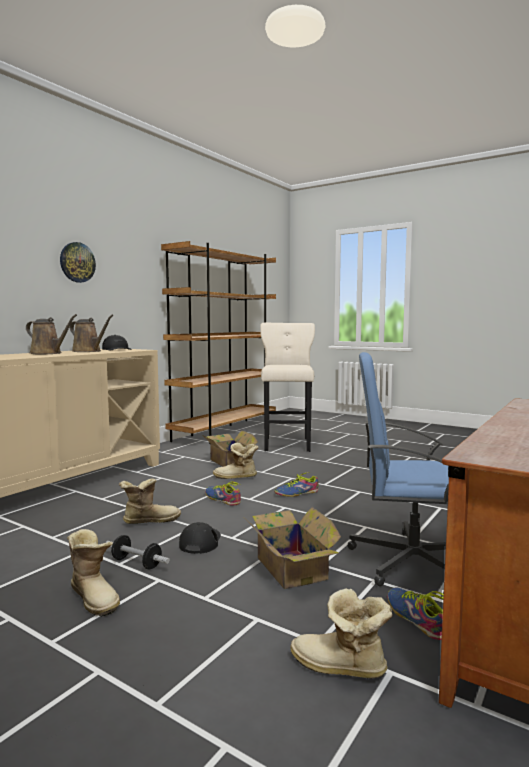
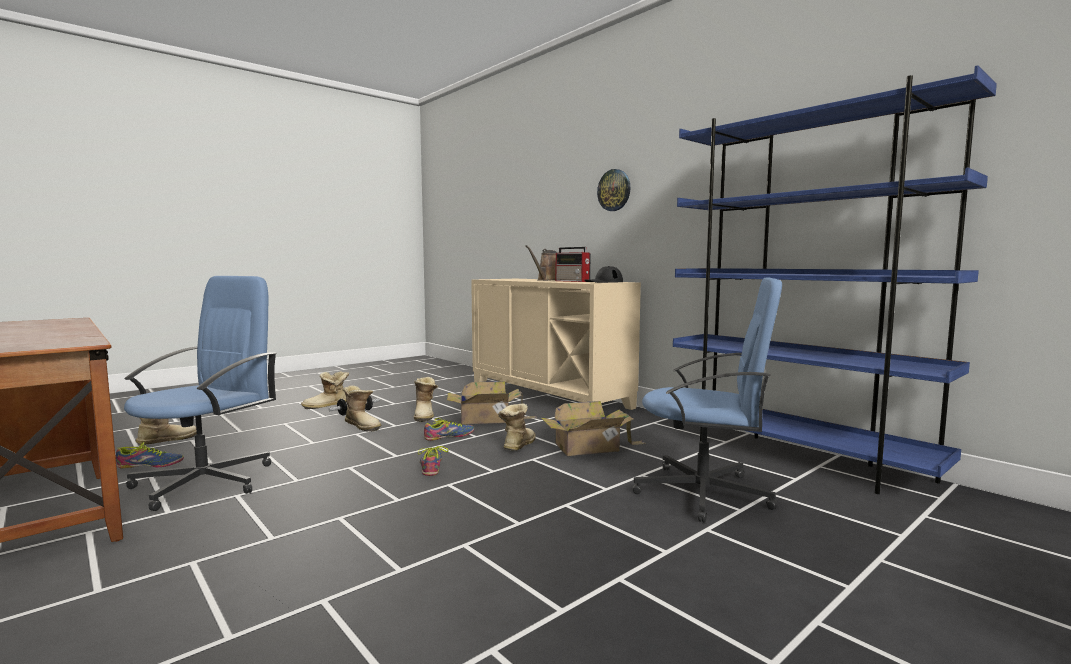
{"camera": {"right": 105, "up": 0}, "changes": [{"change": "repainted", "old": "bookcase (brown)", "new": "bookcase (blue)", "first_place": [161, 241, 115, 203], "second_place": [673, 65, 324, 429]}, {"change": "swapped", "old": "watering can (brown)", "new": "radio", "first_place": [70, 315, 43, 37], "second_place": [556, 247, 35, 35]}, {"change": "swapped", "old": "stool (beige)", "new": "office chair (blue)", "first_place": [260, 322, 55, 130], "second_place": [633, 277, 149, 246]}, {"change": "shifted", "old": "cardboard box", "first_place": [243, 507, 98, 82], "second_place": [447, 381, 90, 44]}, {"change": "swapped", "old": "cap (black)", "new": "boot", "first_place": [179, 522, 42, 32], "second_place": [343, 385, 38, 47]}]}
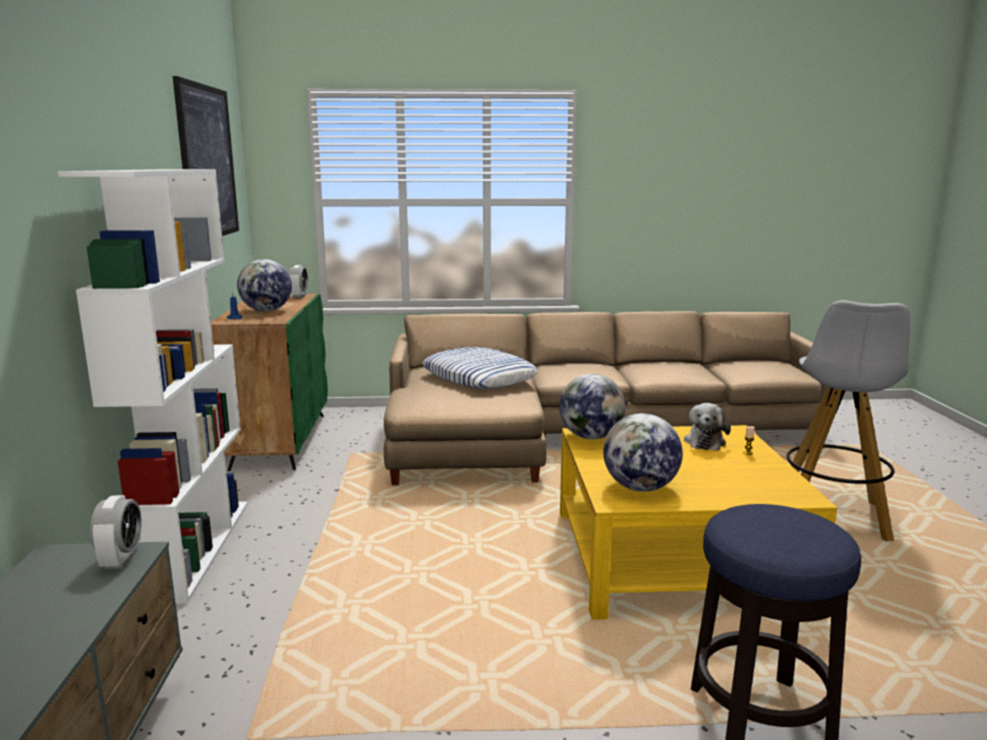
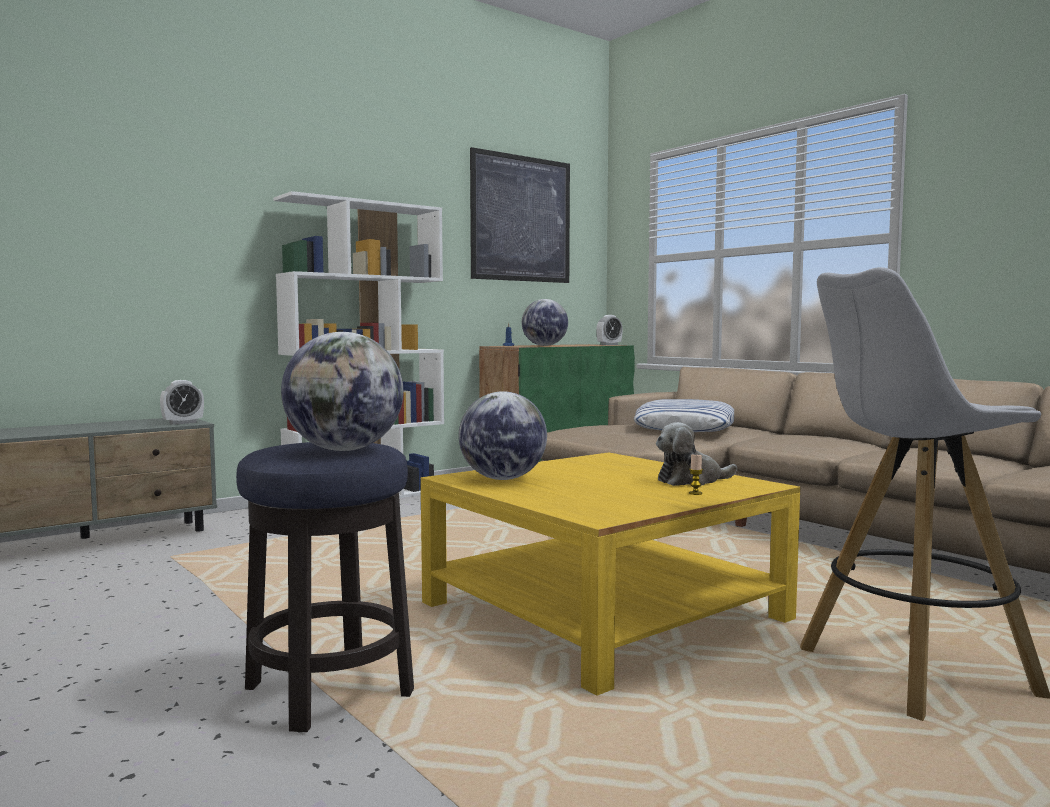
{"camera": {"right": 55, "up": -10}, "changes": [{"change": "shifted", "old": "globe", "first_place": [559, 374, 66, 65], "second_place": [281, 332, 123, 119]}]}
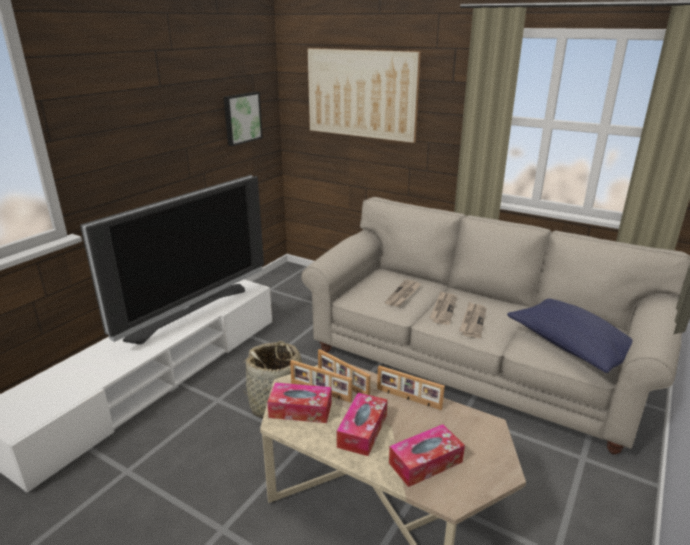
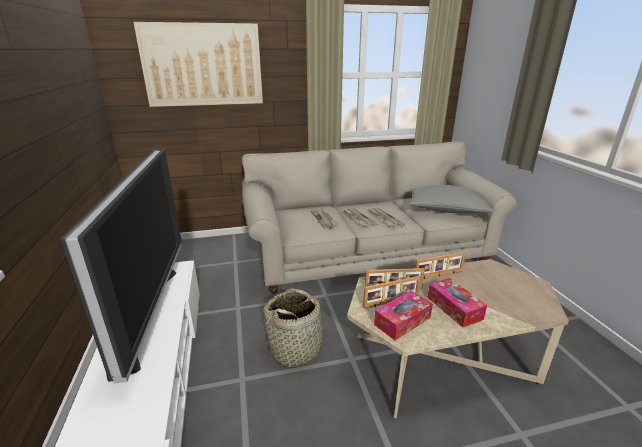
{"camera": {"right": -45, "up": 0}, "changes": [{"change": "gone", "old": "picture", "first_place": [224, 92, 39, 54]}, {"change": "repainted", "old": "pillow (blue)", "new": "pillow (grey)", "first_place": [507, 299, 126, 74], "second_place": [409, 185, 85, 28]}, {"change": "gone", "old": "tissue box", "first_place": [389, 424, 76, 63]}]}
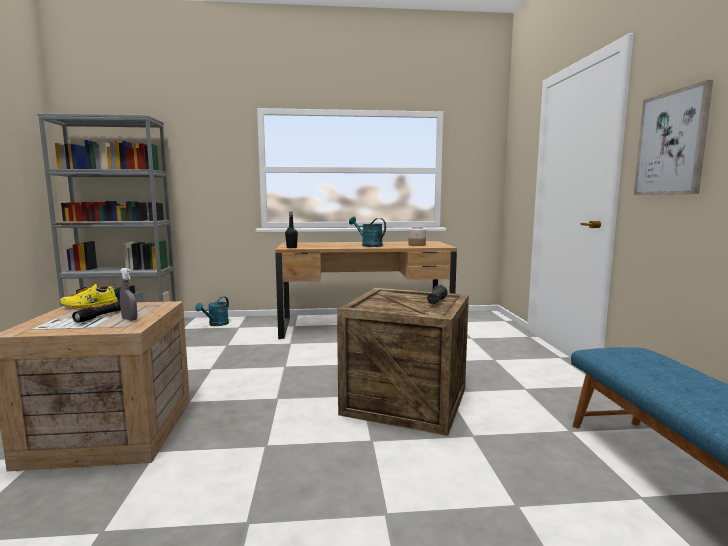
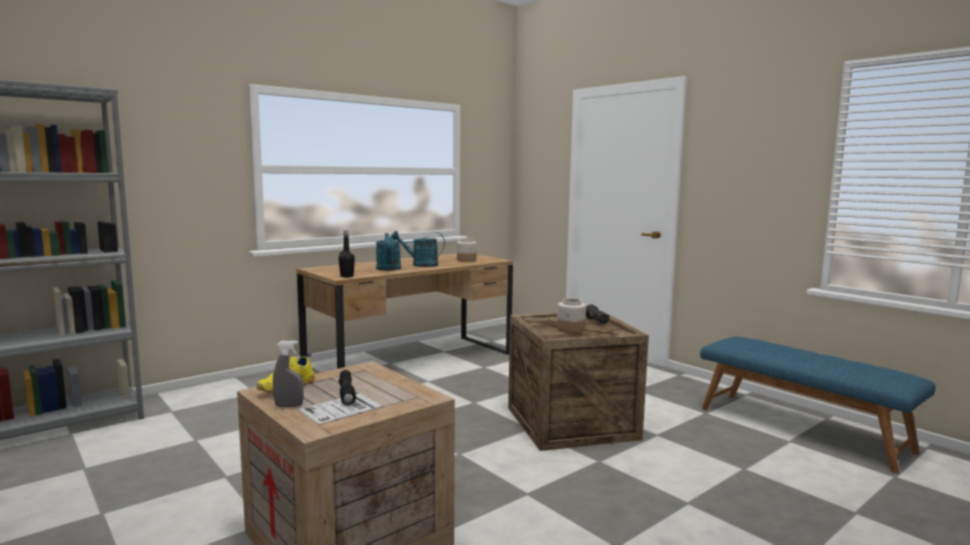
{"camera": {"right": -35, "up": 0}, "changes": [{"change": "gone", "old": "picture", "first_place": [634, 80, 79, 115]}, {"change": "shifted", "old": "spray bottle (grey)", "first_place": [120, 268, 17, 53], "second_place": [273, 341, 31, 66]}, {"change": "shifted", "old": "watering can (turquoise)", "first_place": [195, 297, 34, 29], "second_place": [376, 233, 25, 38]}, {"change": "new", "new": "jar", "second_place": [557, 298, 29, 35]}]}
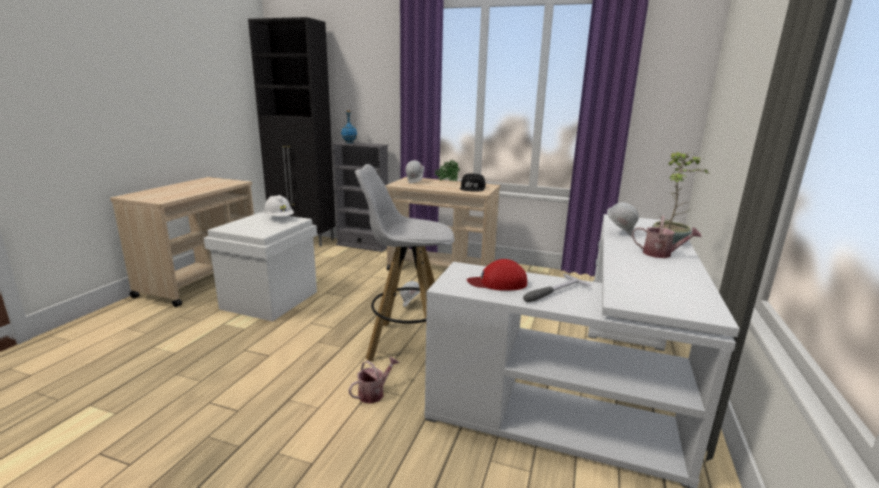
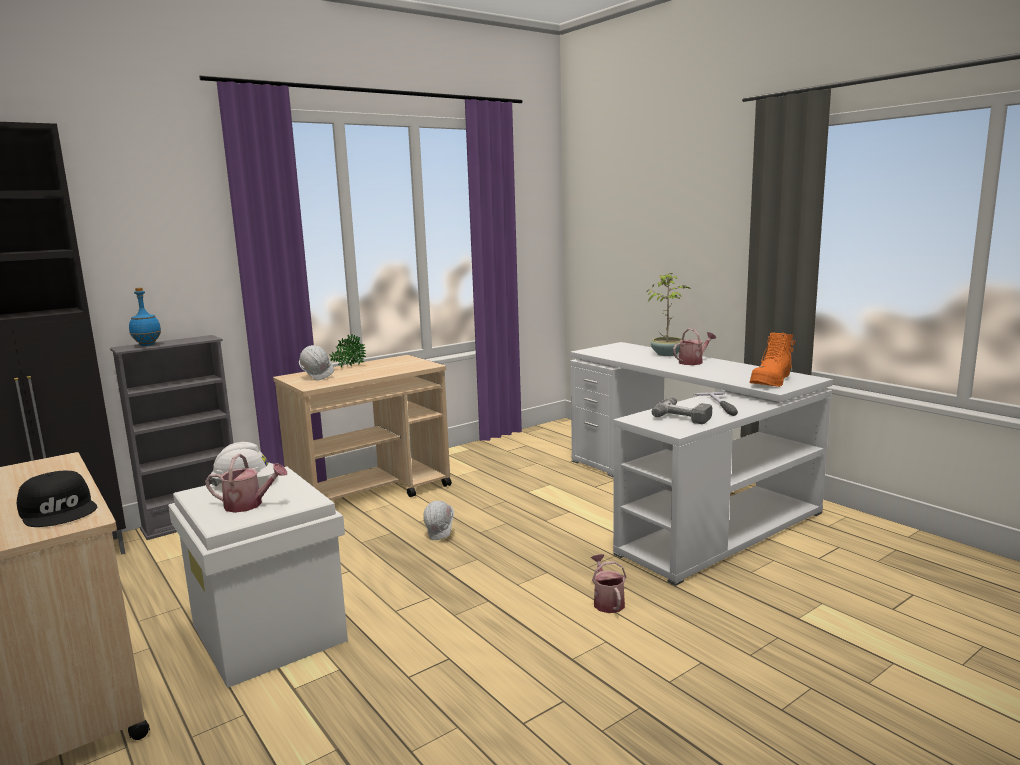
{"camera": {"right": -55, "up": -5}, "changes": [{"change": "gone", "old": "stool (white)", "first_place": [355, 164, 100, 197]}, {"change": "shifted", "old": "cap (black)", "first_place": [460, 173, 25, 18], "second_place": [17, 471, 80, 56]}, {"change": "gone", "old": "hard hat (white)", "first_place": [607, 202, 32, 34]}, {"change": "swapped", "old": "cap (red)", "new": "power drill", "first_place": [467, 259, 60, 32], "second_place": [652, 398, 60, 26]}, {"change": "new", "new": "boot (orange)", "second_place": [749, 333, 46, 54]}, {"change": "new", "new": "watering can", "second_place": [205, 453, 82, 60]}]}
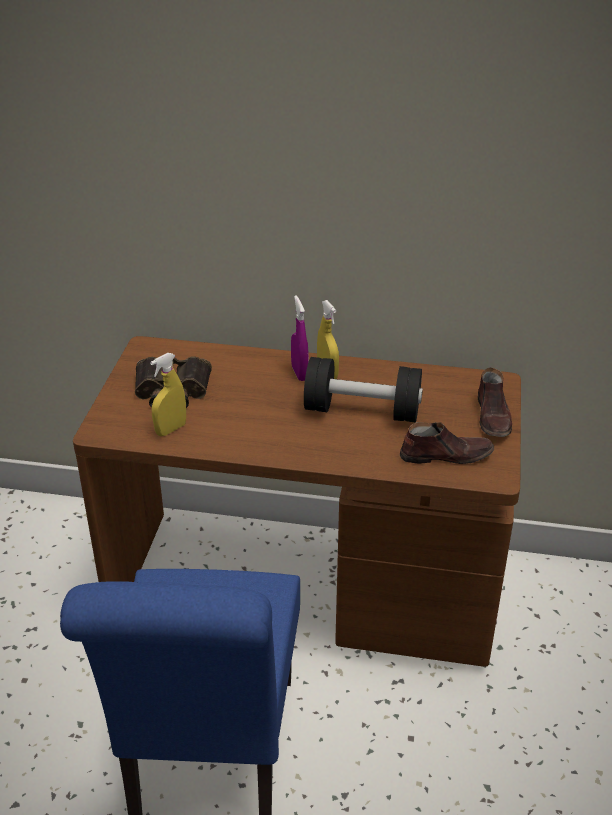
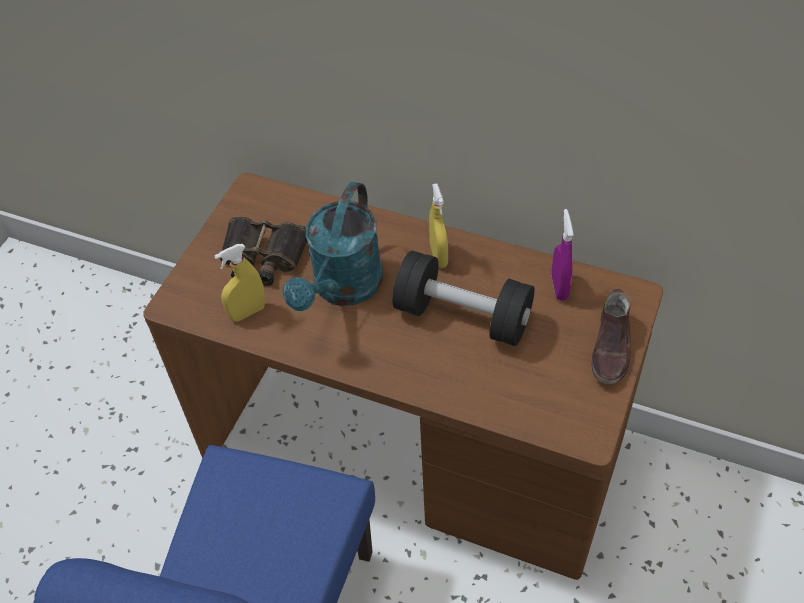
{"camera": {"right": 15, "up": 15}, "changes": [{"change": "shifted", "old": "spray bottle (purple)", "first_place": [291, 295, 18, 86], "second_place": [552, 209, 21, 92]}, {"change": "gone", "old": "shoe (brown)", "first_place": [400, 422, 94, 42]}, {"change": "new", "new": "watering can (turquoise)", "second_place": [283, 181, 100, 130]}]}
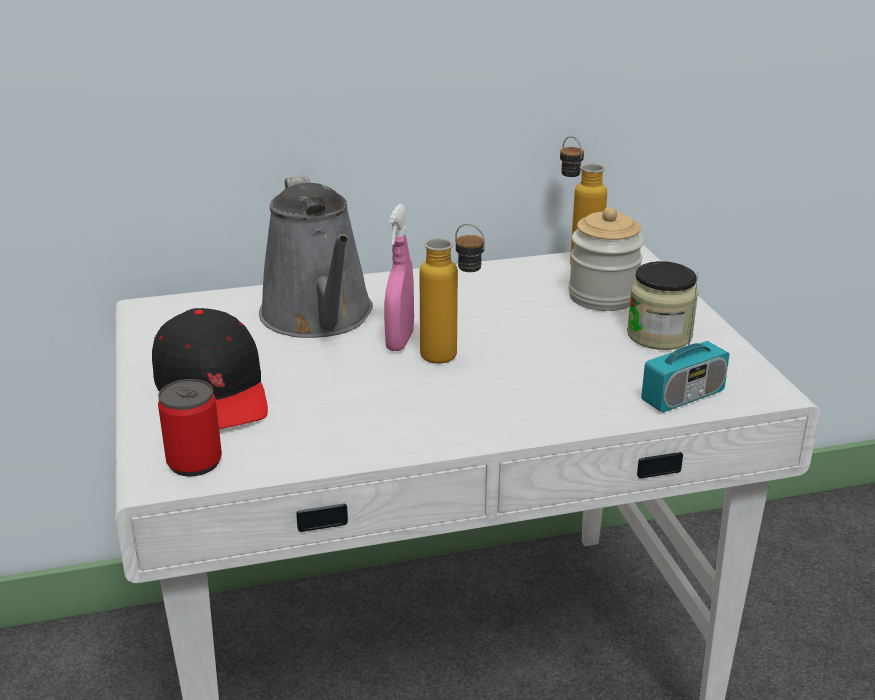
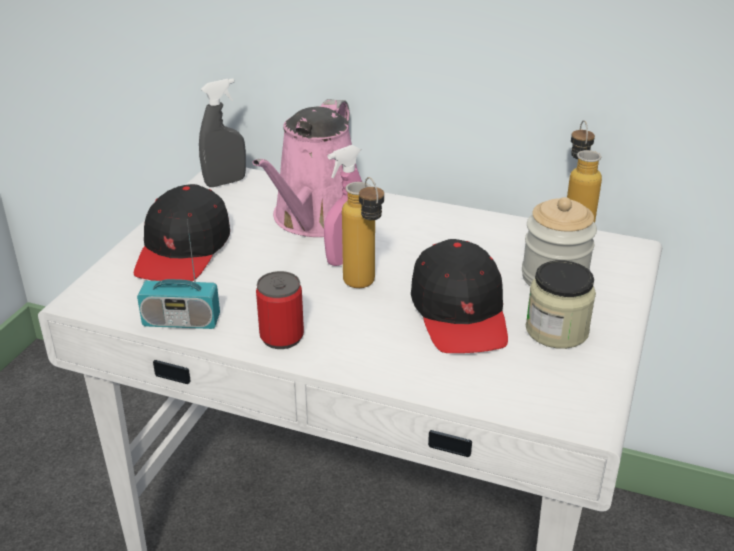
{"camera": {"right": 35, "up": 5}, "changes": [{"change": "repainted", "old": "watering can (grey)", "new": "watering can (pink)", "first_place": [259, 175, 114, 163], "second_place": [253, 99, 104, 138]}, {"change": "shifted", "old": "radio", "first_place": [641, 275, 88, 138], "second_place": [137, 219, 83, 110]}, {"change": "shifted", "old": "can", "first_place": [158, 379, 64, 97], "second_place": [256, 271, 48, 78]}, {"change": "new", "new": "spray bottle (grey)", "second_place": [199, 78, 47, 109]}, {"change": "new", "new": "cap (black)", "second_place": [411, 239, 97, 114]}]}
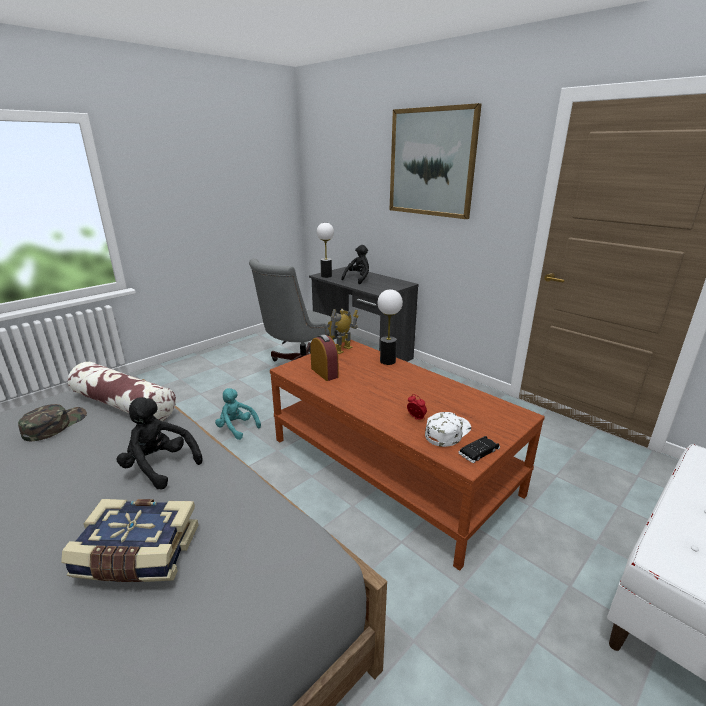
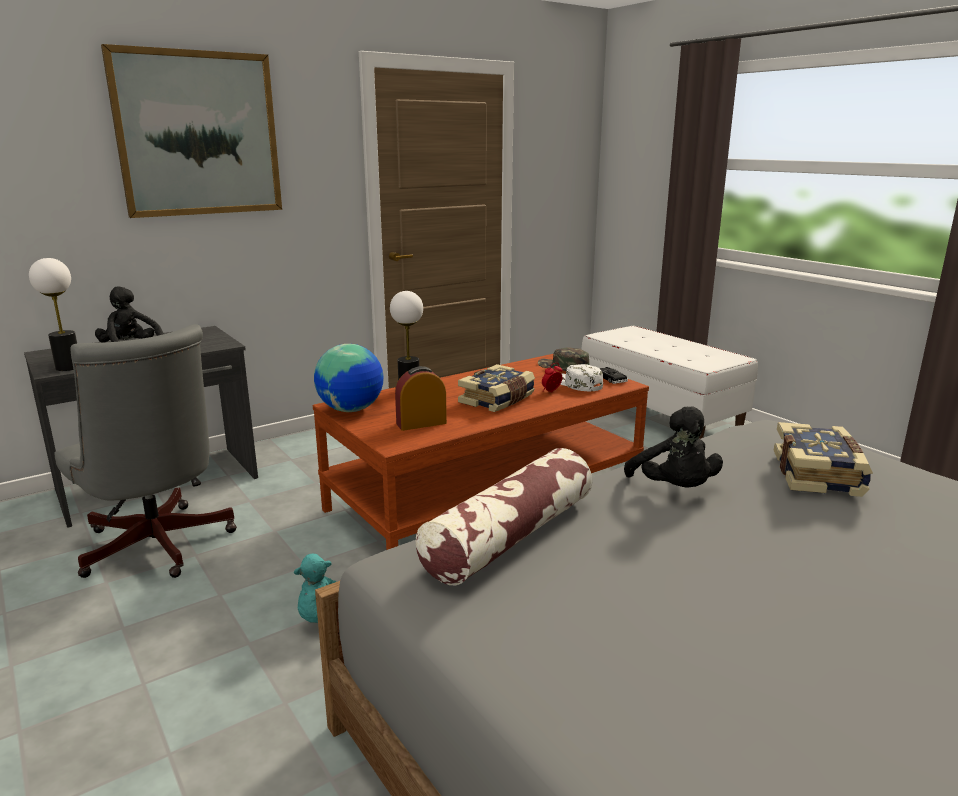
{"camera": {"right": -80, "up": -5}, "changes": [{"change": "swapped", "old": "toy robot", "new": "globe", "first_place": [326, 309, 32, 45], "second_place": [314, 344, 70, 68]}, {"change": "rotated", "old": "plush toy (black)", "first_place": [117, 397, 86, 92], "second_place": [624, 406, 99, 82], "degrees": -60}, {"change": "shifted", "old": "cap (green)", "first_place": [18, 404, 69, 37], "second_place": [538, 347, 51, 24]}, {"change": "new", "new": "book", "second_place": [458, 364, 77, 48]}]}
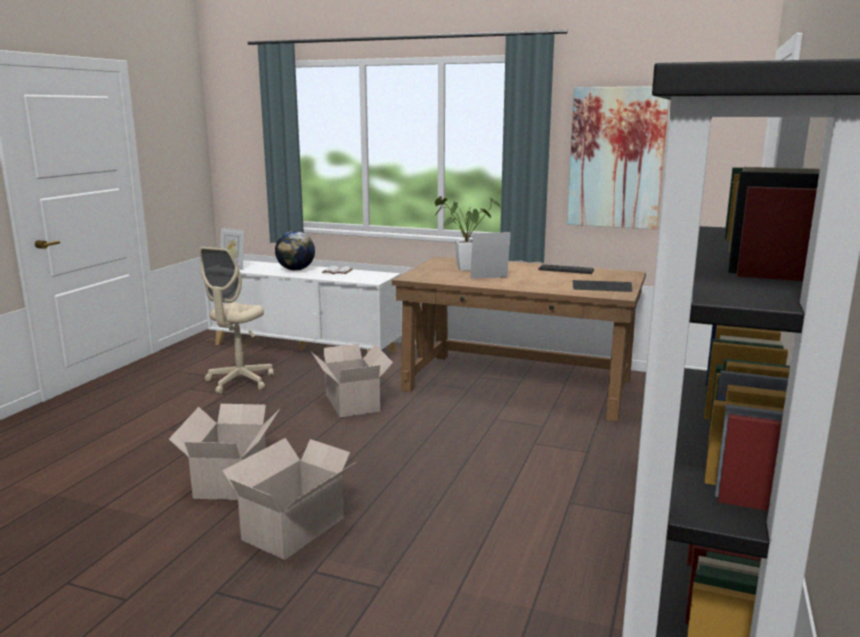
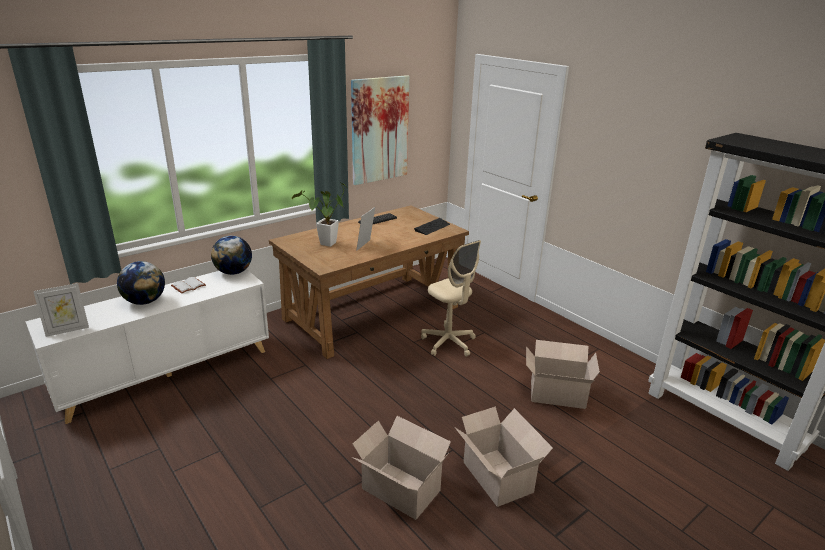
{"camera": {"right": -60, "up": 10}, "changes": [{"change": "shifted", "old": "office chair (beige)", "first_place": [199, 246, 75, 148], "second_place": [421, 240, 60, 117]}, {"change": "shifted", "old": "cardboard box", "first_place": [311, 344, 82, 73], "second_place": [526, 340, 74, 69]}, {"change": "new", "new": "globe", "second_place": [211, 236, 41, 39]}]}
